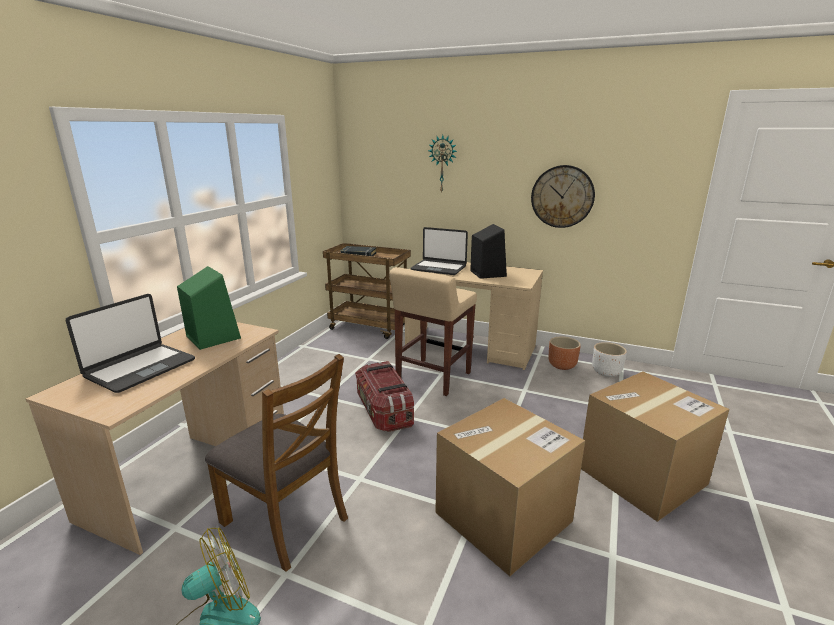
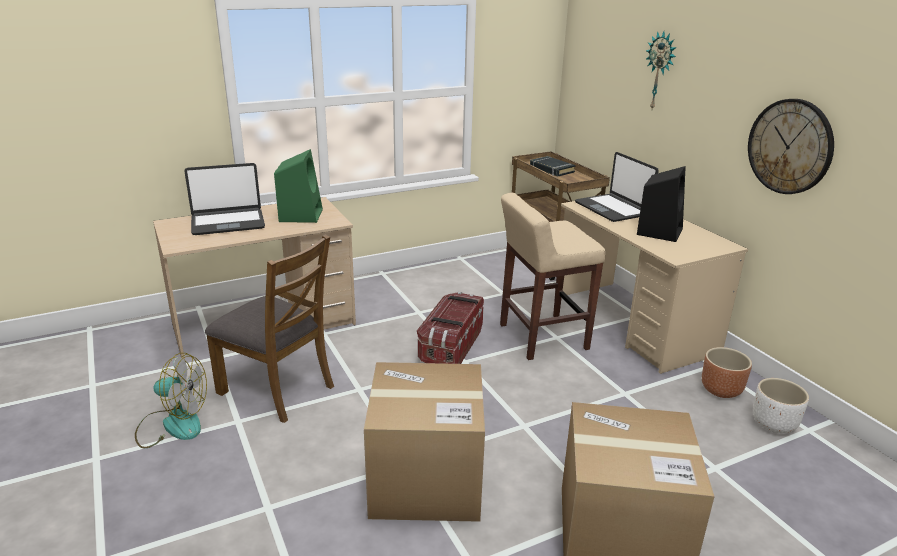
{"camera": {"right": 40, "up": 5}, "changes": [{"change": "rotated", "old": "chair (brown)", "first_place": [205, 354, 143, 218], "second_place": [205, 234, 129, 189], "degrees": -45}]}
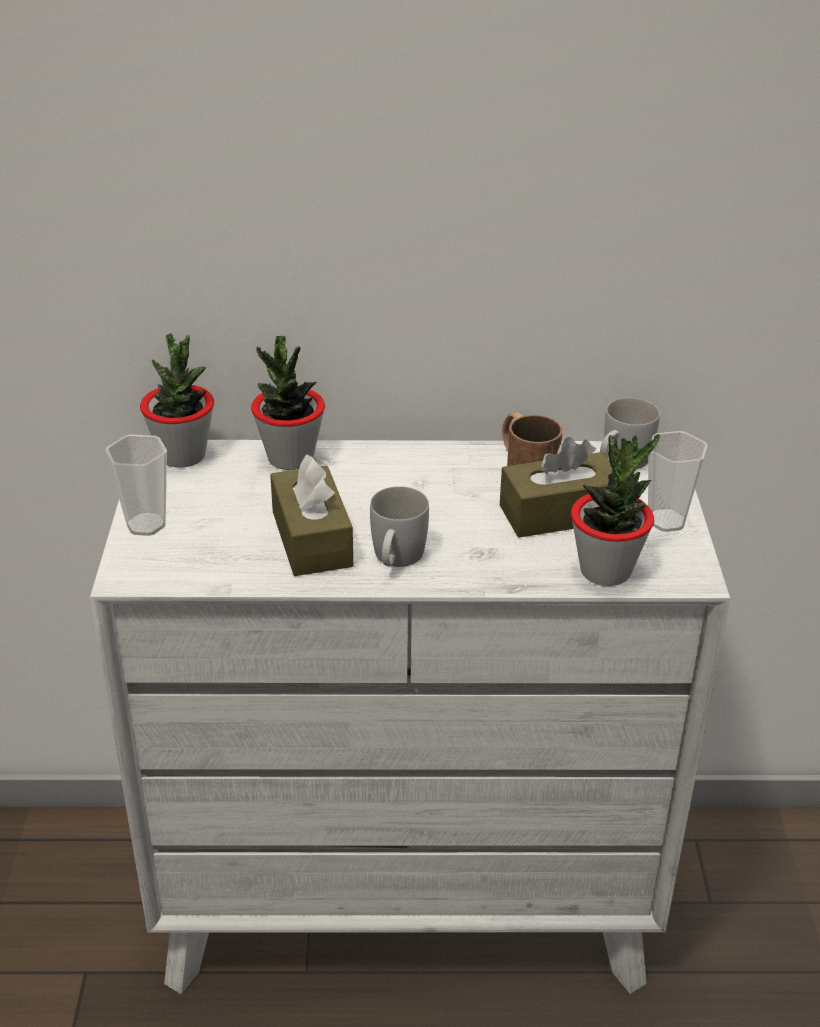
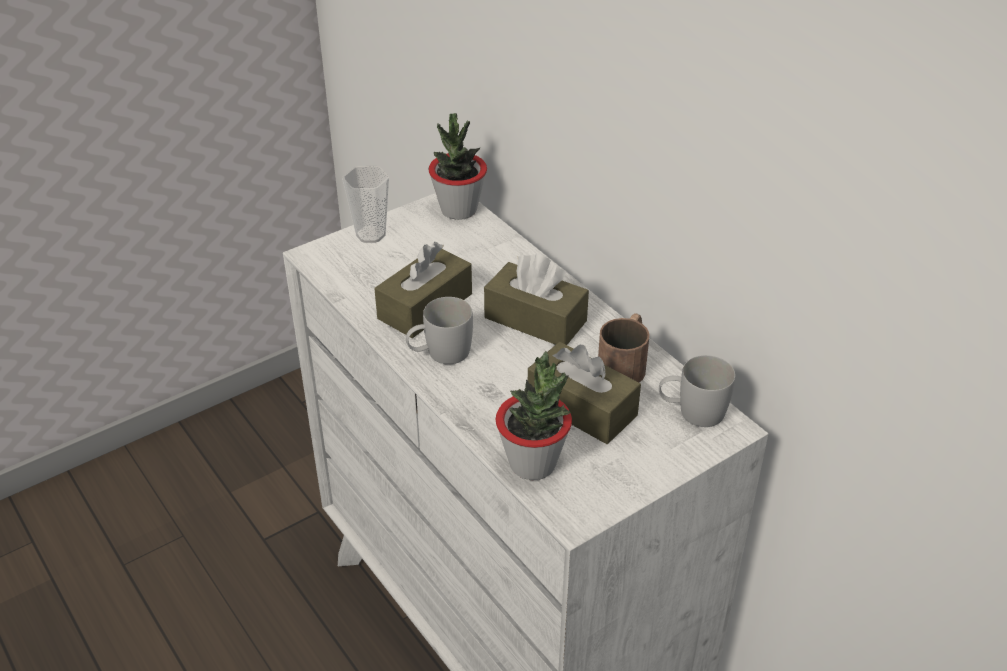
{"camera": {"right": 55, "up": 5}, "changes": [{"change": "gone", "old": "potted plant", "first_place": [251, 336, 74, 134]}, {"change": "gone", "old": "cup", "first_place": [648, 431, 60, 101]}, {"change": "new", "new": "tissue box (brown)", "second_place": [484, 254, 105, 91]}]}
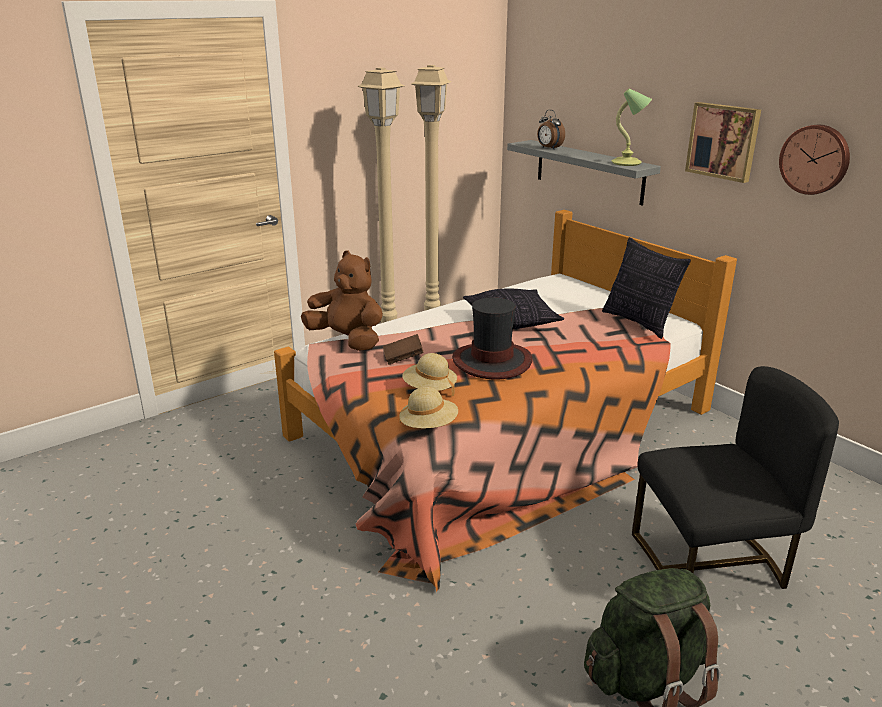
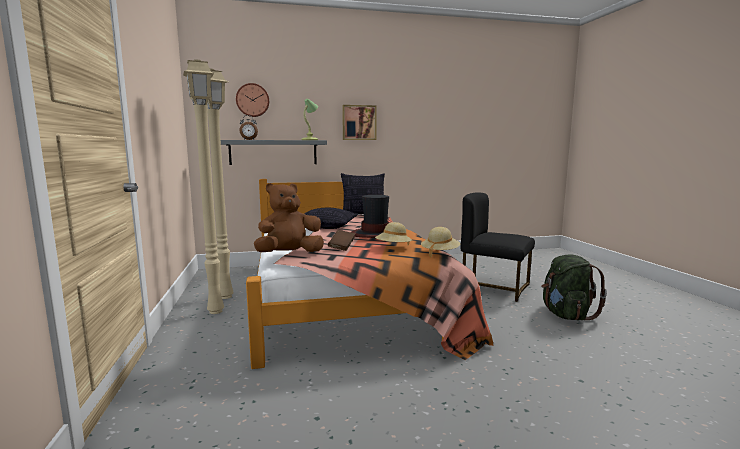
{"camera": {"right": -65, "up": -15}, "changes": [{"change": "shifted", "old": "wall clock", "first_place": [779, 125, 71, 70], "second_place": [236, 83, 33, 34]}, {"change": "rotated", "old": "chair (black)", "first_place": [632, 366, 207, 223], "second_place": [460, 192, 75, 110], "degrees": -75}]}
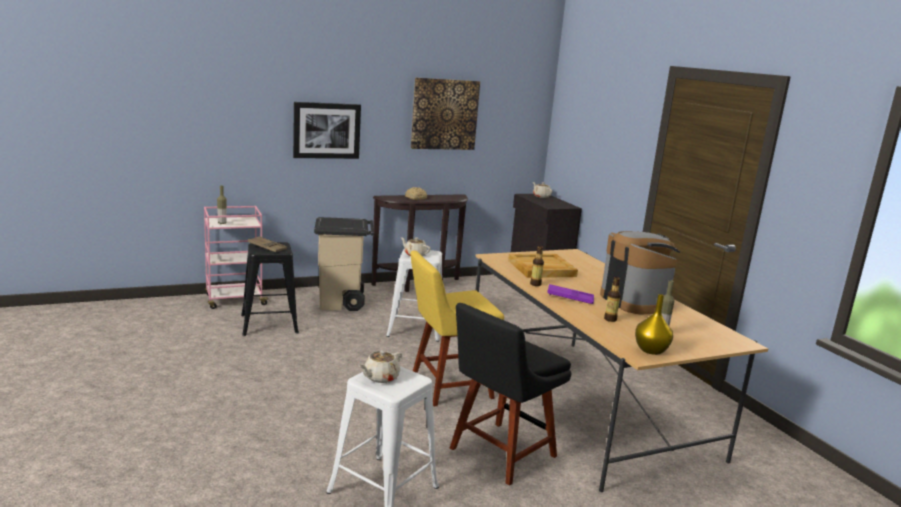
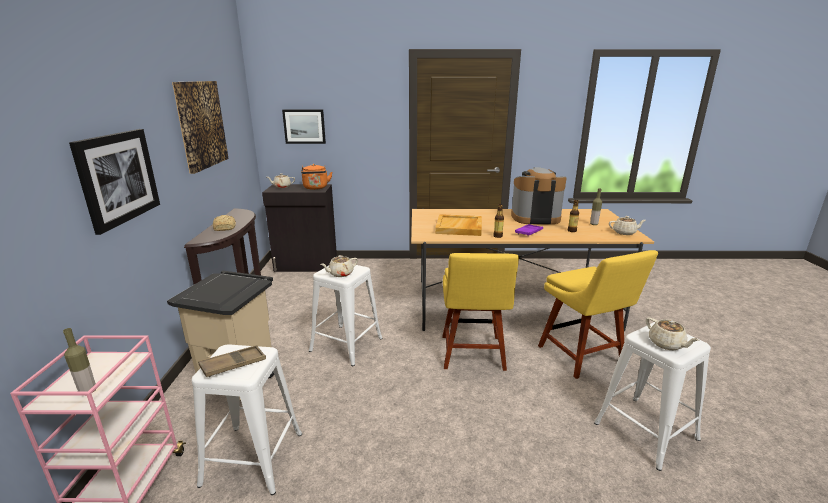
{"camera": {"right": -65, "up": 5}, "changes": [{"change": "repainted", "old": "stool (black)", "new": "stool (white)", "first_place": [241, 242, 58, 94], "second_place": [192, 344, 110, 151]}, {"change": "swapped", "old": "vase (yellow)", "new": "teapot (beige)", "first_place": [635, 294, 38, 61], "second_place": [609, 216, 37, 19]}, {"change": "repainted", "old": "chair (black)", "new": "chair (yellow)", "first_place": [450, 303, 121, 183], "second_place": [538, 250, 120, 129]}, {"change": "new", "new": "picture", "second_place": [282, 110, 44, 34]}, {"change": "new", "new": "kettle (orange)", "second_place": [301, 164, 31, 26]}]}
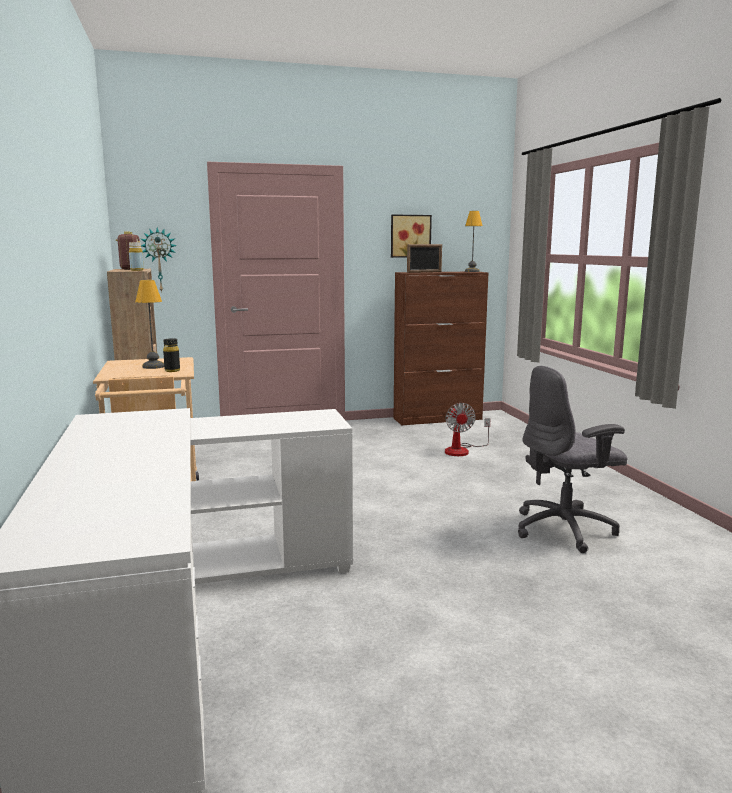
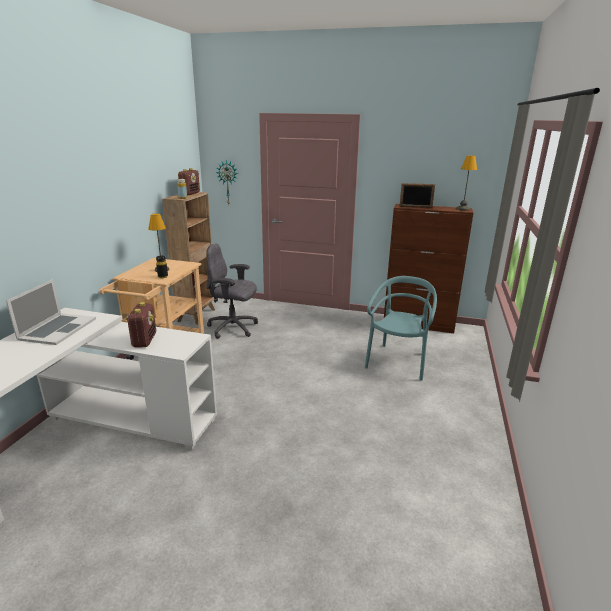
{"camera": {"right": 30, "up": 10}, "changes": [{"change": "gone", "old": "picture", "first_place": [391, 215, 41, 43]}, {"change": "shifted", "old": "office chair (grey)", "first_place": [518, 366, 109, 187], "second_place": [206, 244, 52, 95]}, {"change": "swapped", "old": "fan", "new": "chair (turquoise)", "first_place": [445, 403, 46, 53], "second_place": [365, 276, 72, 105]}, {"change": "new", "new": "laptop", "second_place": [6, 279, 90, 66]}, {"change": "new", "new": "radio", "second_place": [126, 302, 30, 45]}]}
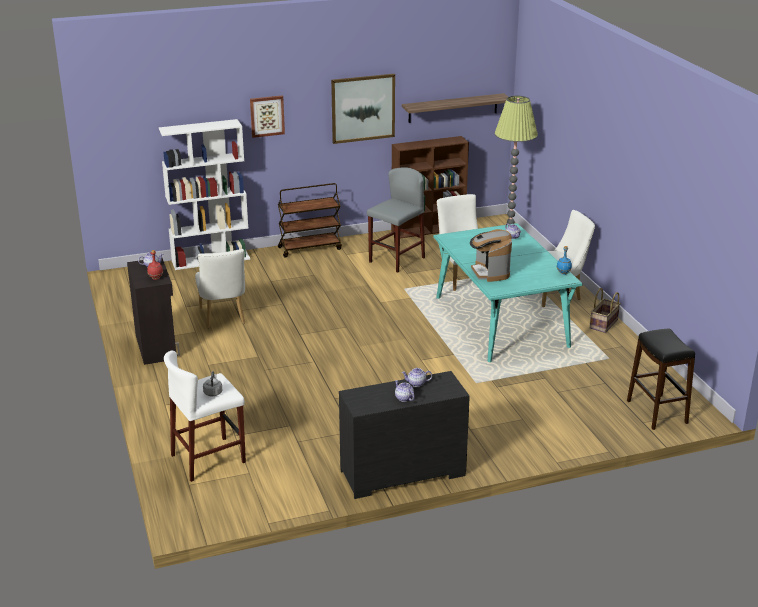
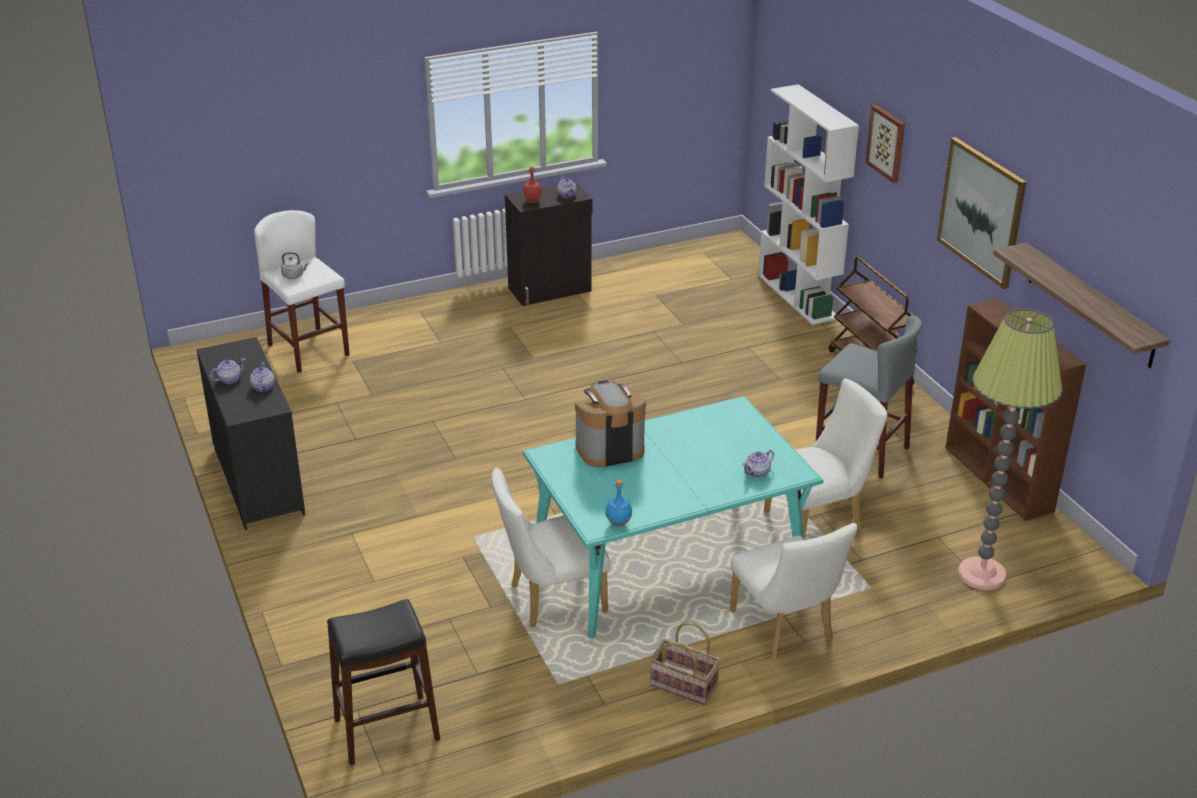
{"camera": {"right": 85, "up": 5}, "changes": [{"change": "shifted", "old": "chair (white)", "first_place": [195, 249, 50, 79], "second_place": [492, 468, 118, 160]}]}
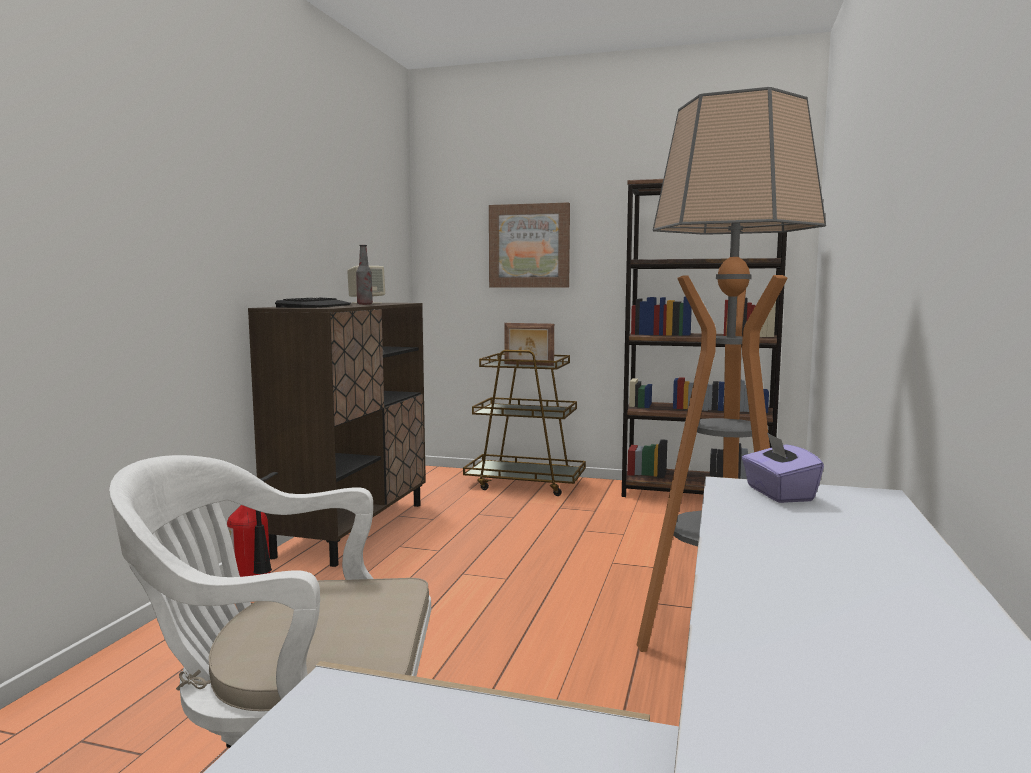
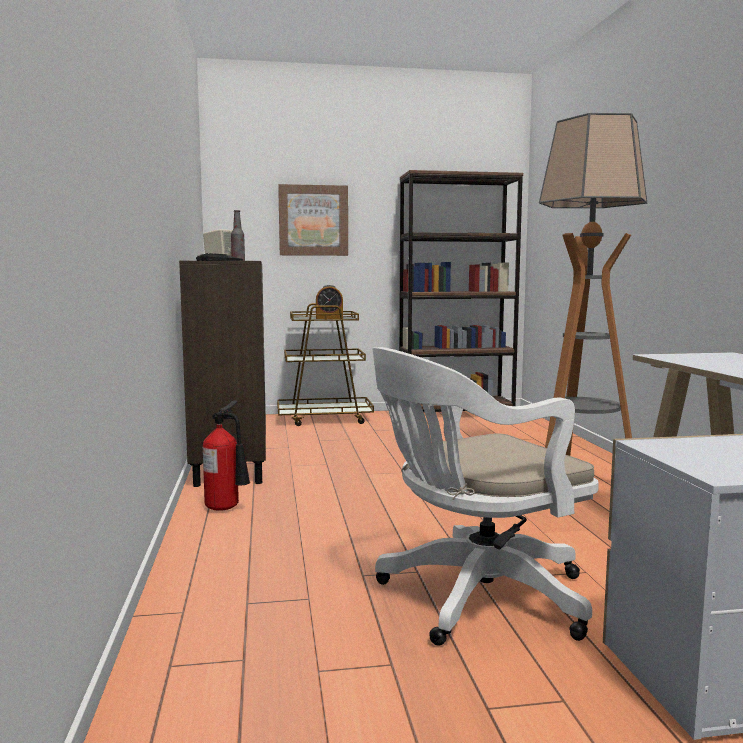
{"camera": {"right": -25, "up": 0}, "changes": [{"change": "swapped", "old": "picture frame", "new": "alarm clock", "first_place": [504, 323, 50, 43], "second_place": [316, 285, 27, 34]}, {"change": "gone", "old": "tissue box (purple)", "first_place": [742, 432, 82, 71]}]}
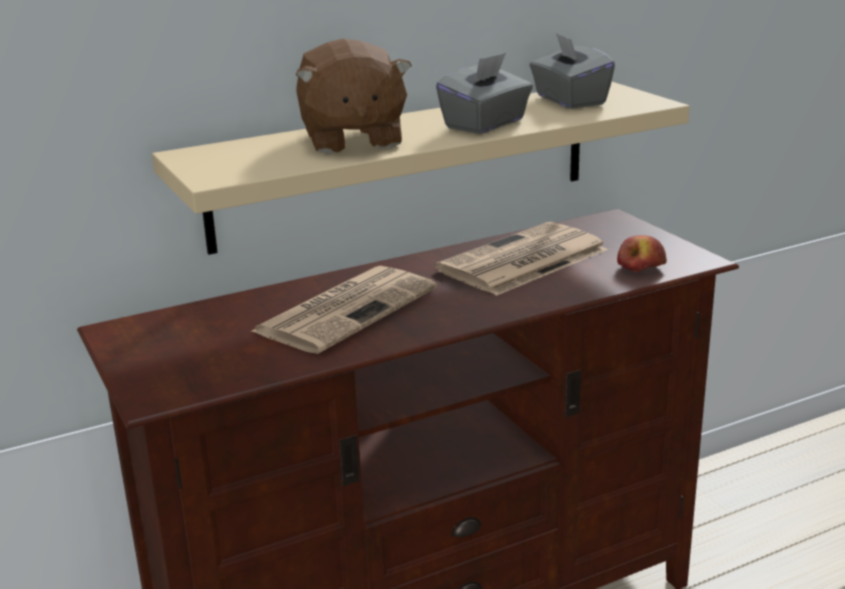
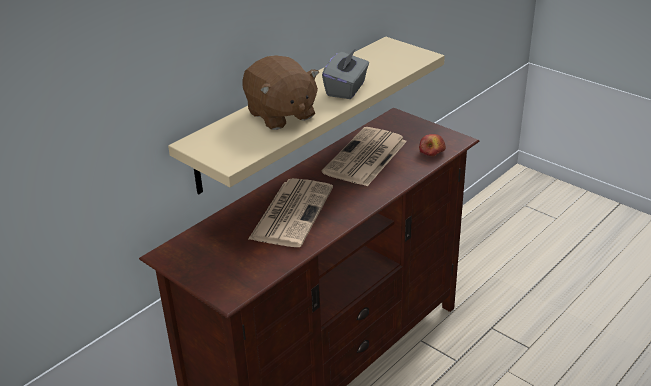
{"camera": {"right": -20, "up": 10}, "changes": [{"change": "gone", "old": "tissue box (grey)", "first_place": [530, 33, 85, 76]}]}
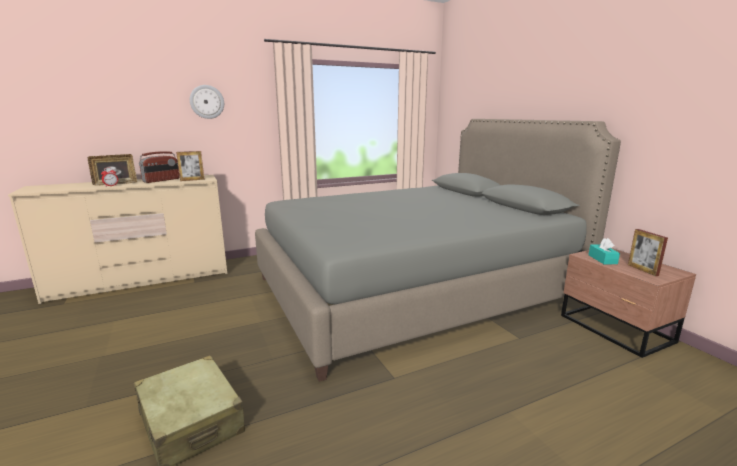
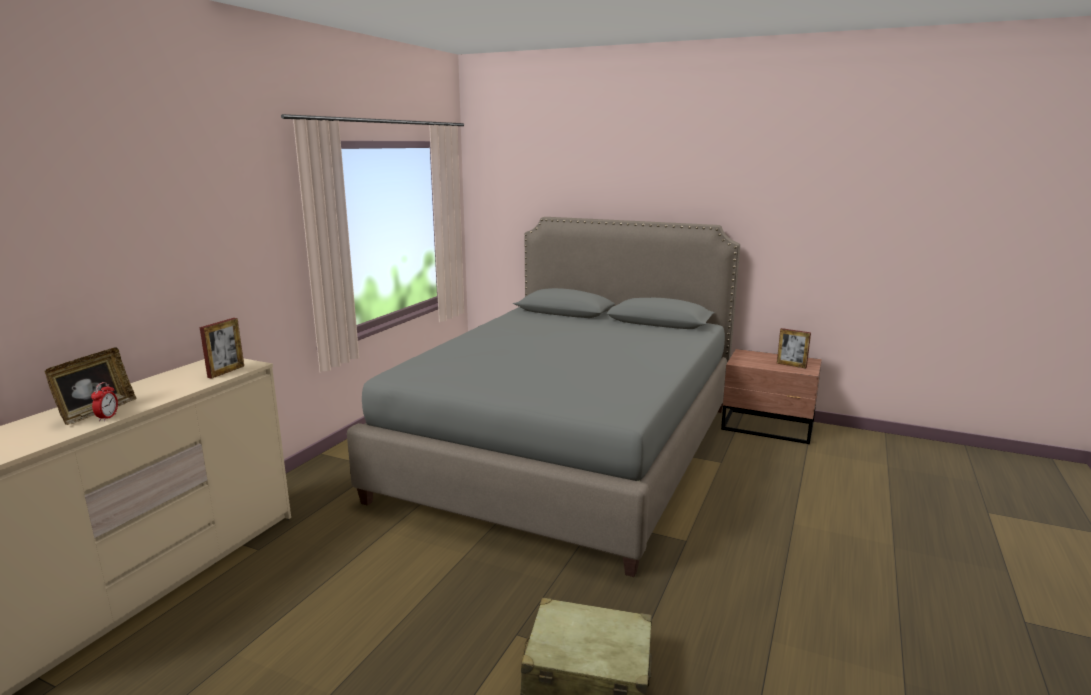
{"camera": {"right": -40, "up": 0}, "changes": [{"change": "gone", "old": "wall clock", "first_place": [190, 85, 34, 34]}, {"change": "gone", "old": "radio", "first_place": [139, 151, 41, 32]}, {"change": "gone", "old": "tissue box (turquoise)", "first_place": [588, 238, 32, 27]}]}
